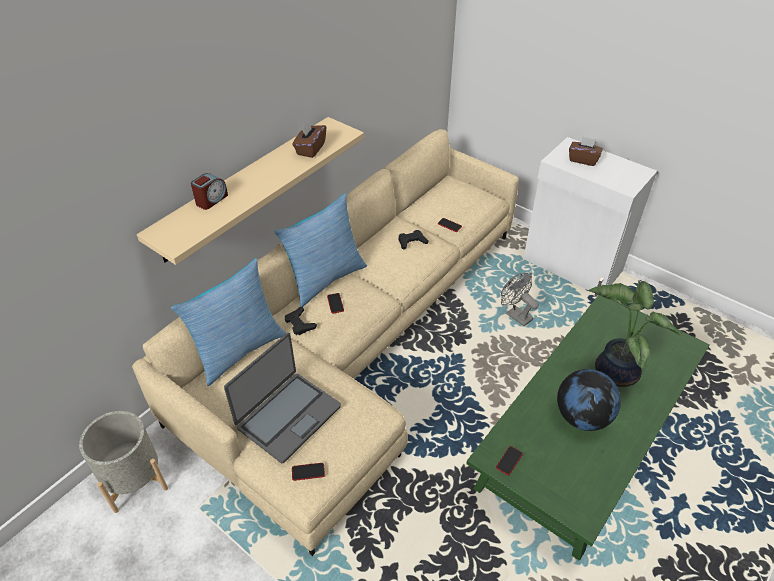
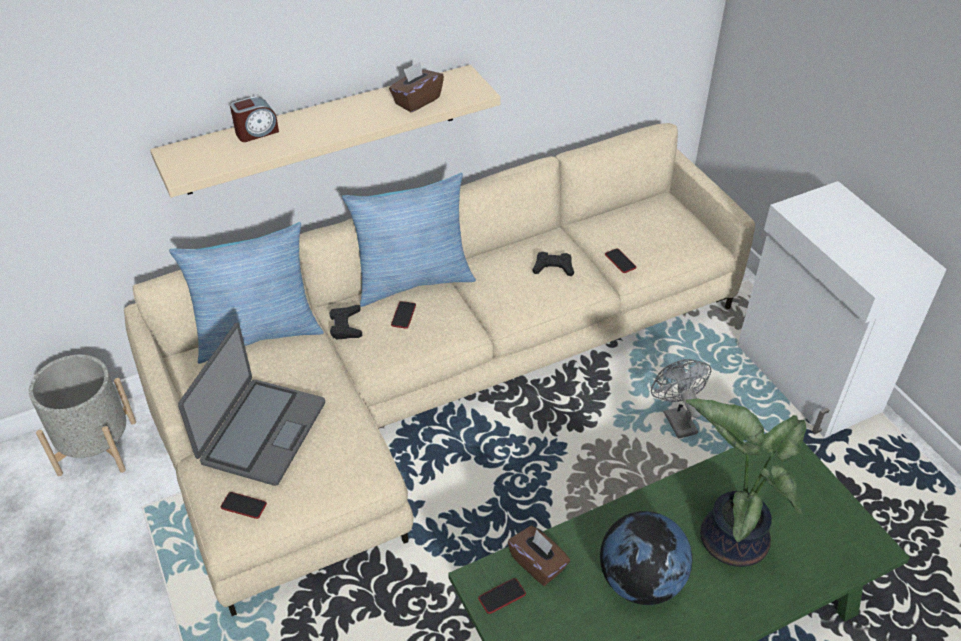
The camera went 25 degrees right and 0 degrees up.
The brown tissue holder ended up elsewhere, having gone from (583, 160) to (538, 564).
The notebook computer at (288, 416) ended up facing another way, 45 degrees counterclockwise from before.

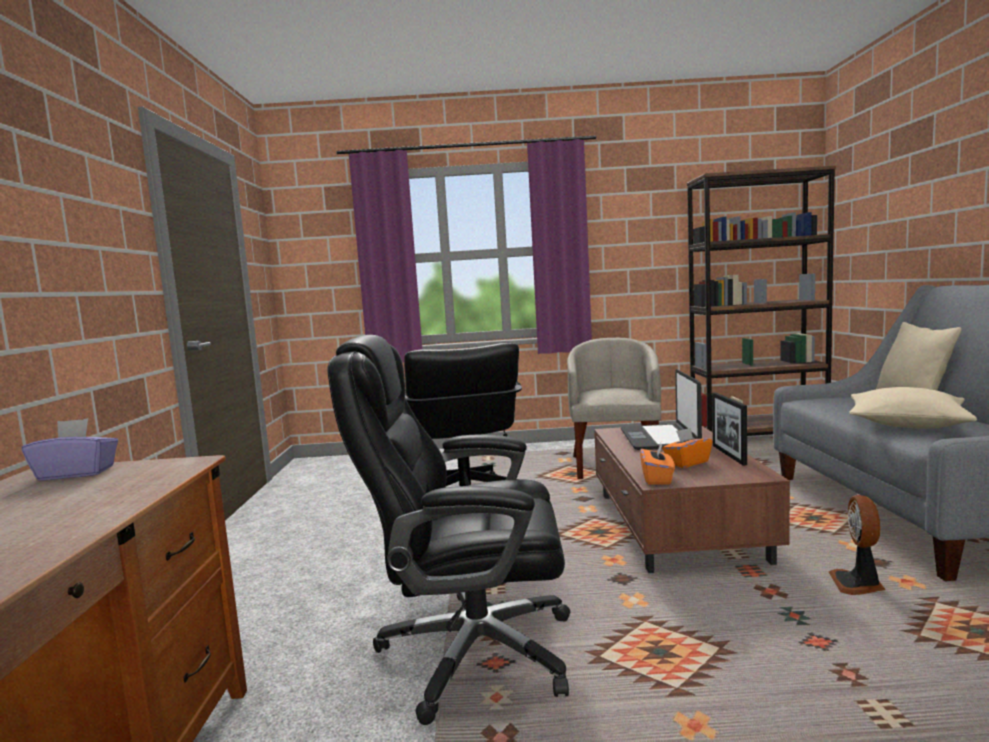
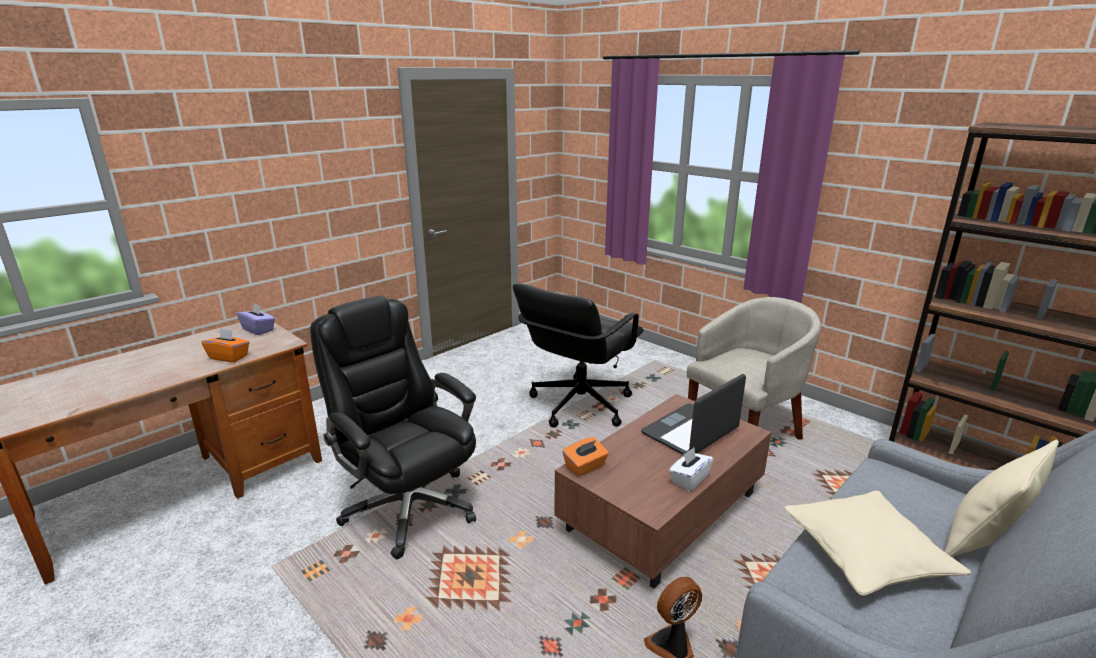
The camera went 45 degrees right and 15 degrees up.
The orange tissue holder ended up elsewhere, having gone from (687, 462) to (229, 357).
Where the photo frame stood at (729, 455), the white-coloured tissue holder came to stand at (689, 479).

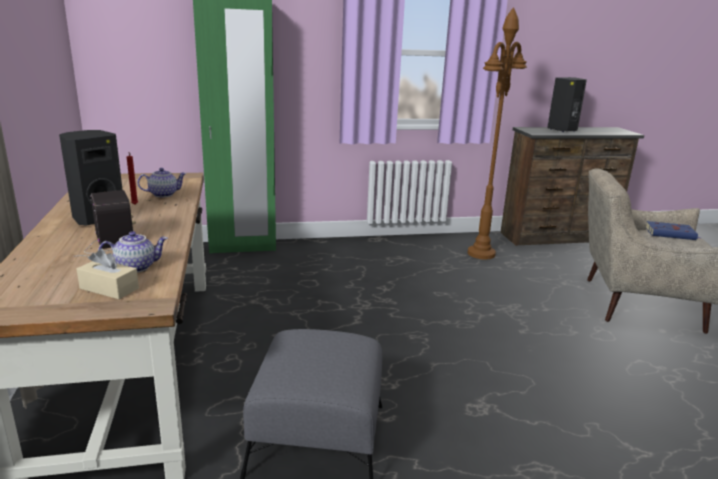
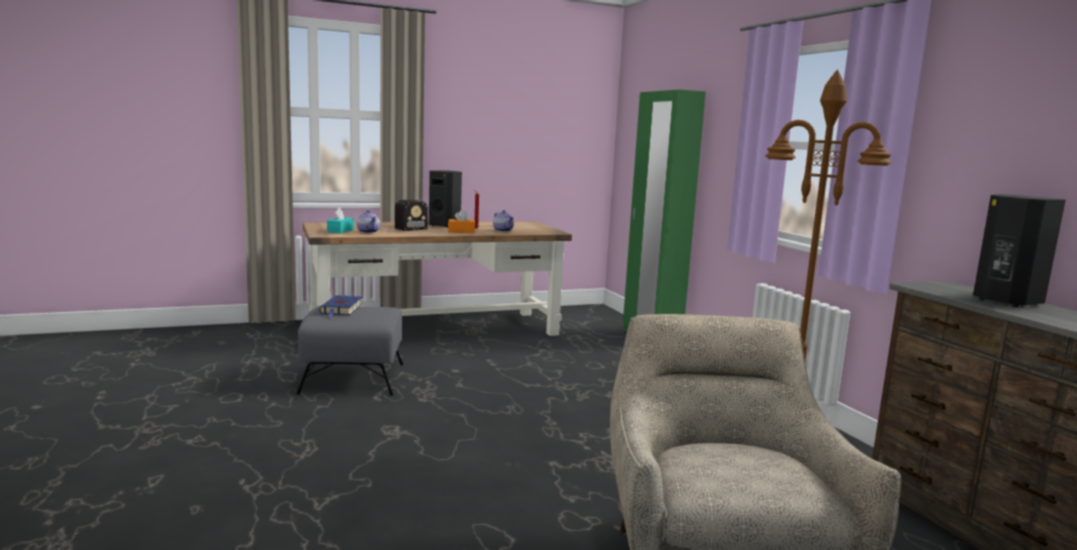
The camera went 80 degrees right and 10 degrees down.
The second view gained the orange tissue holder at (461, 231).
The blue-coloured book ended up elsewhere, having gone from (671, 234) to (341, 309).
What was the sand-coloured tissue holder at (109, 288) turned into the turquoise-coloured tissue holder at (340, 231).

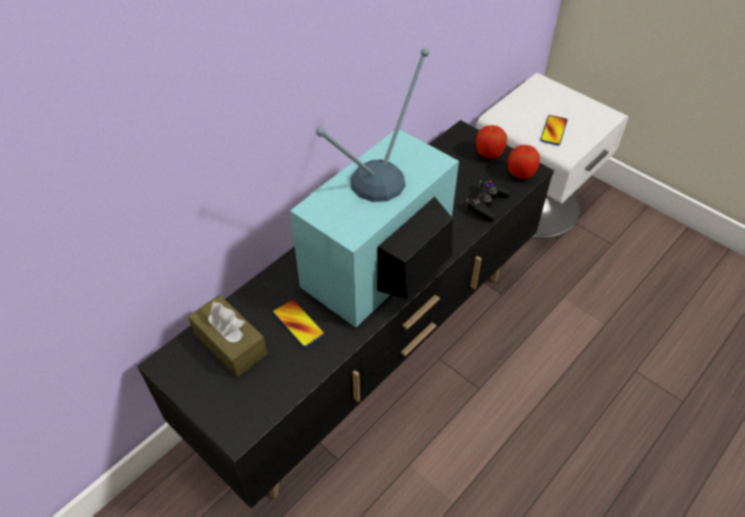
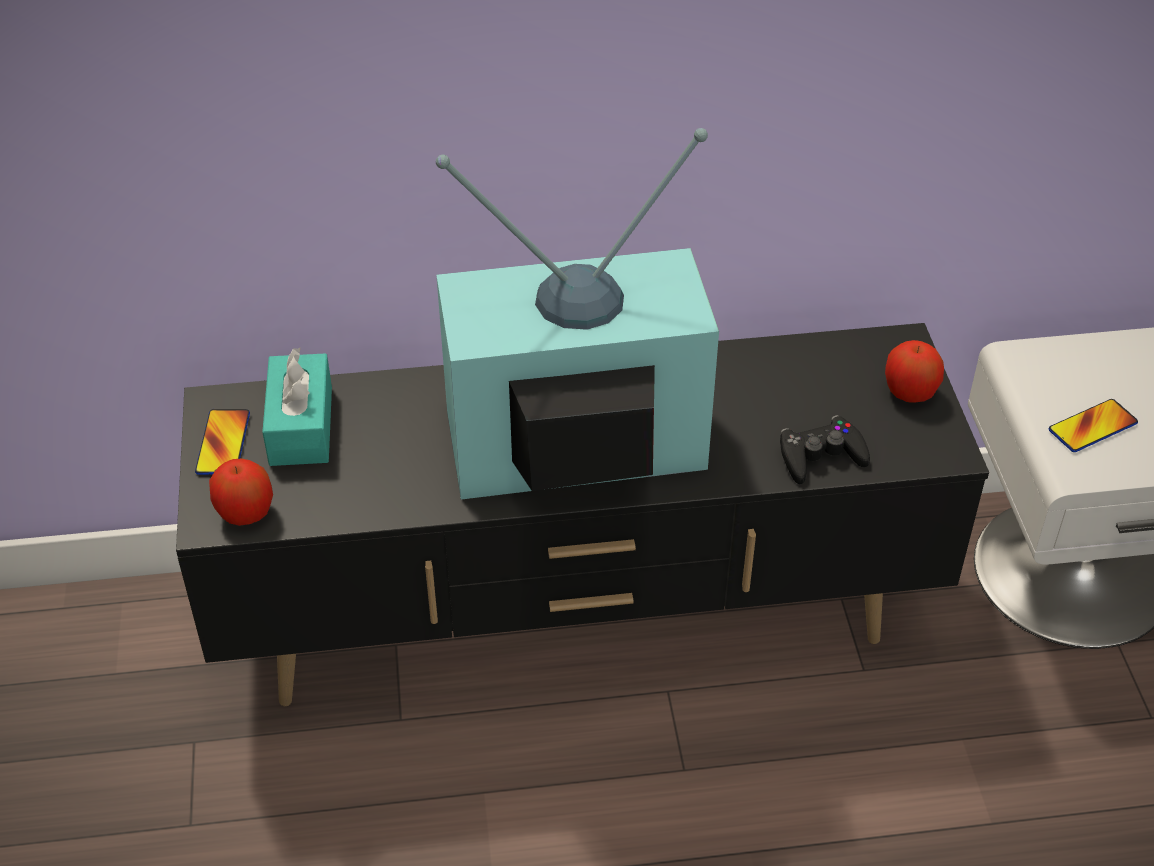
The camera went 40 degrees right and 5 degrees down.
The handset ended up elsewhere, having gone from (298, 323) to (223, 443).
The apple ended up elsewhere, having gone from (520, 174) to (245, 513).
What was the brown tissue holder at (230, 344) turned into the turquoise-coloured tissue holder at (301, 426).

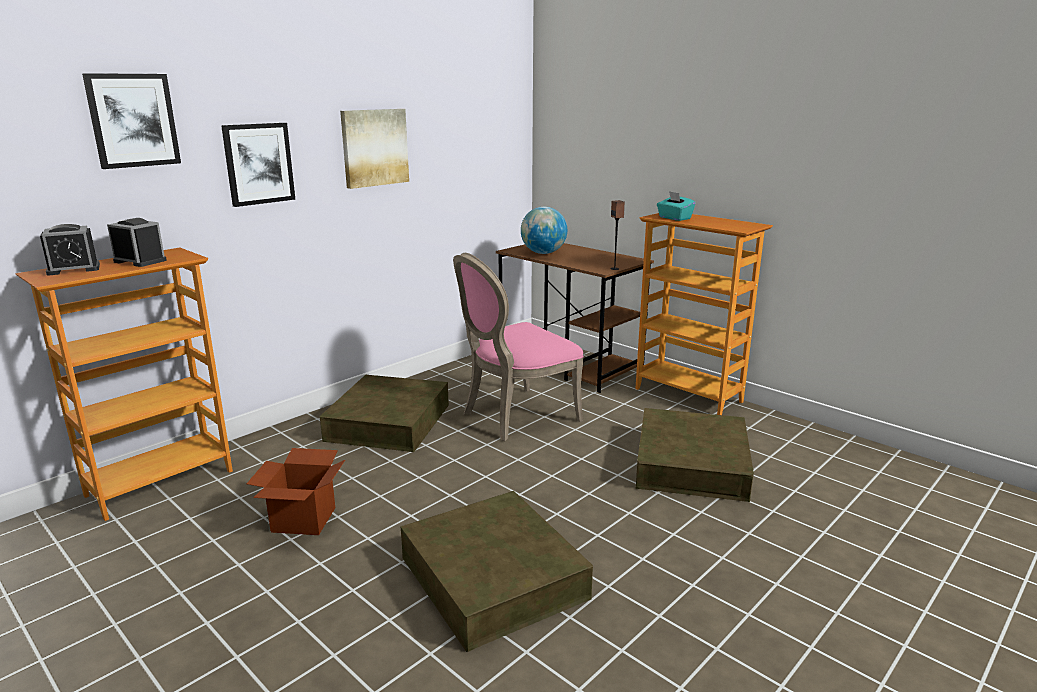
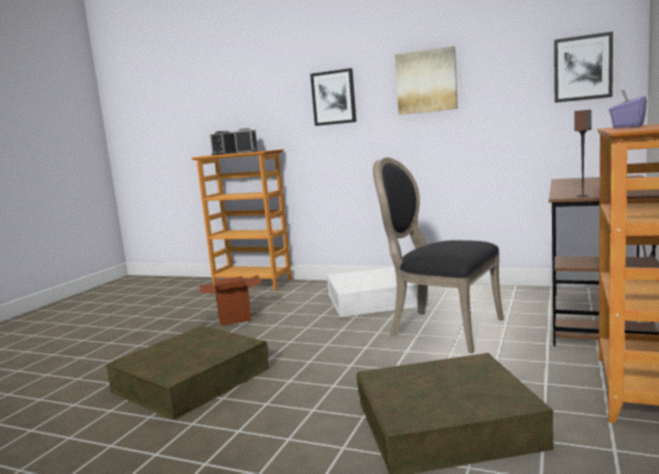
The camera went 70 degrees right and 10 degrees down.
The second view lost the globe at (543, 253).
The wall art ended up elsewhere, having gone from (133, 120) to (582, 68).
What was the brown storage bin at (388, 422) turned into the white-coloured storage bin at (375, 299).
What was the pink-coloured plain chair at (515, 416) turned into the blackish plain chair at (441, 328).
What was the turquoise-coloured tissue holder at (674, 218) turned into the purple-coloured tissue holder at (627, 127).

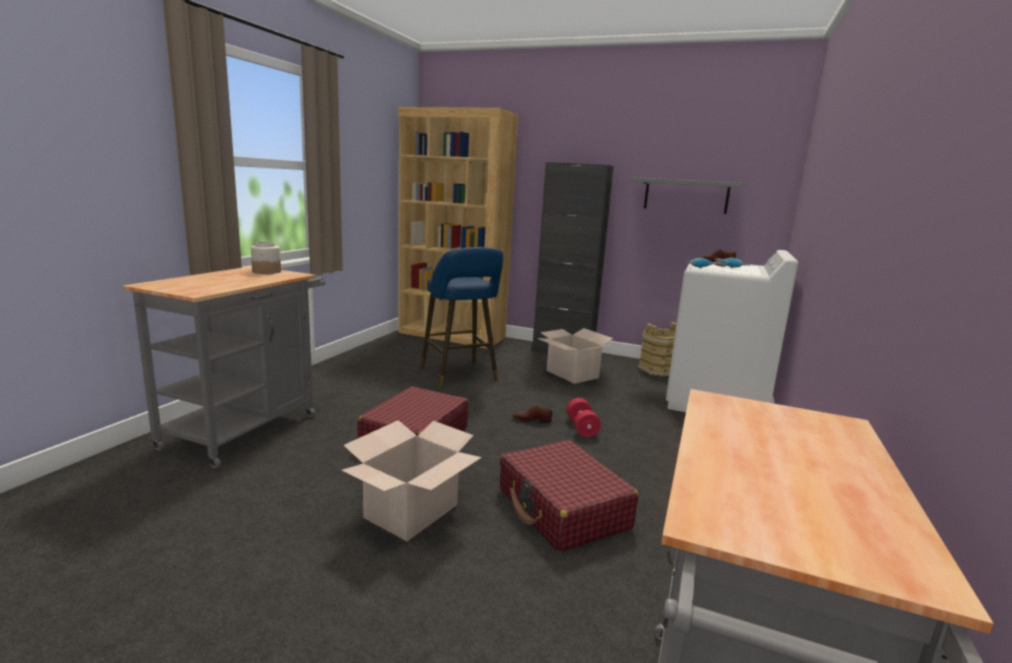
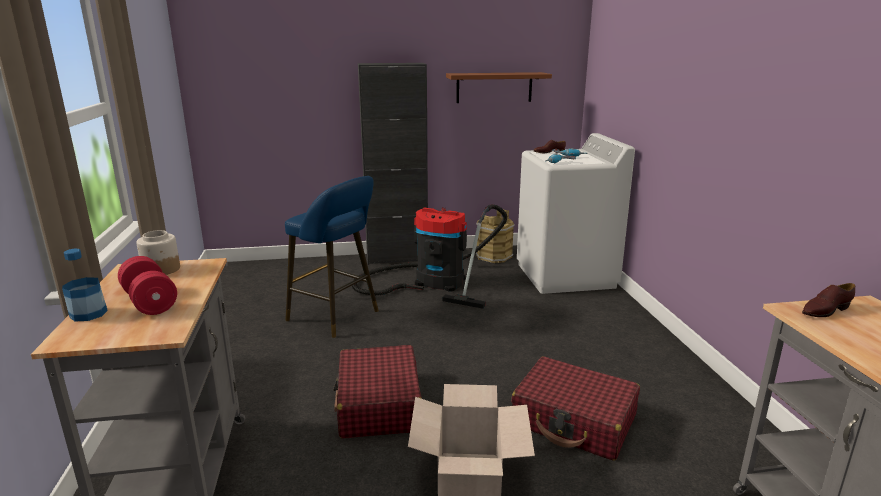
The camera went 30 degrees left and 5 degrees up.
The second view lost the brown bookcase at (452, 335).
The second view gained the beverage bottle at (88, 314).
The brown item of footwear ended up elsewhere, having gone from (532, 420) to (825, 310).
The red free weight ended up elsewhere, having gone from (582, 428) to (150, 302).
Where the cardboard box stood at (572, 374), the vacuum cleaner came to stand at (434, 282).
What was the greyish wall shelf at (686, 195) turned into the brown wall shelf at (494, 87).

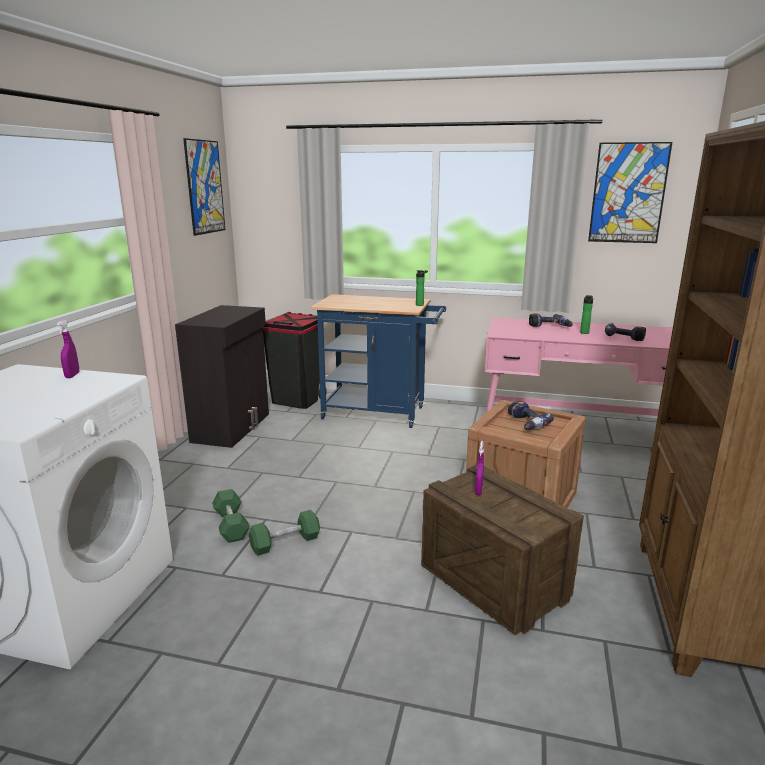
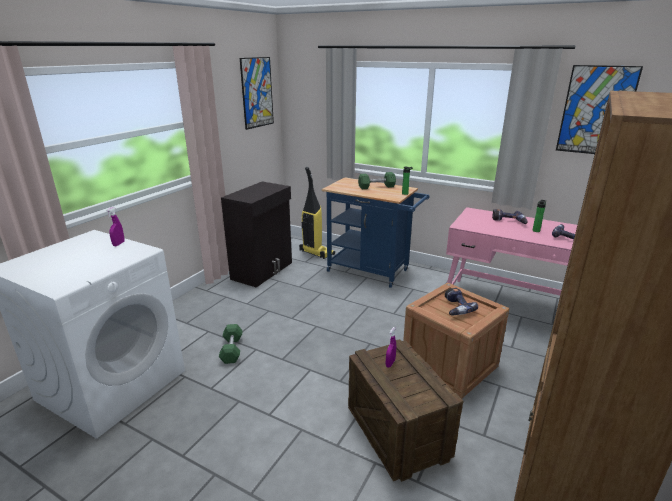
The camera went 15 degrees right and 5 degrees up.
The green-coloured free weight ended up elsewhere, having gone from (285, 542) to (376, 187).
Where the blackish waste bin stood at (297, 400), the vacuum cleaner came to stand at (316, 253).

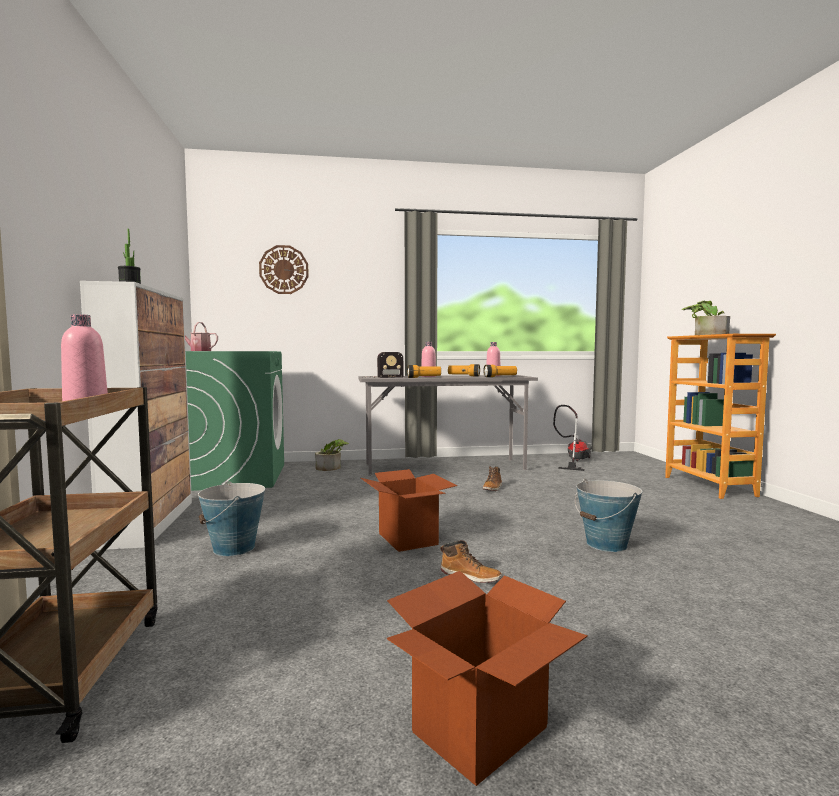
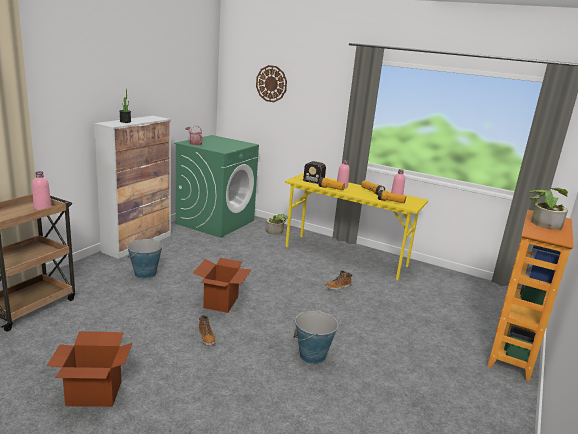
The camera went 35 degrees right and 15 degrees up.
The second view lost the vacuum cleaner at (574, 461).
What was the greyish desk table at (445, 467) turned into the yellow-coloured desk table at (346, 256).

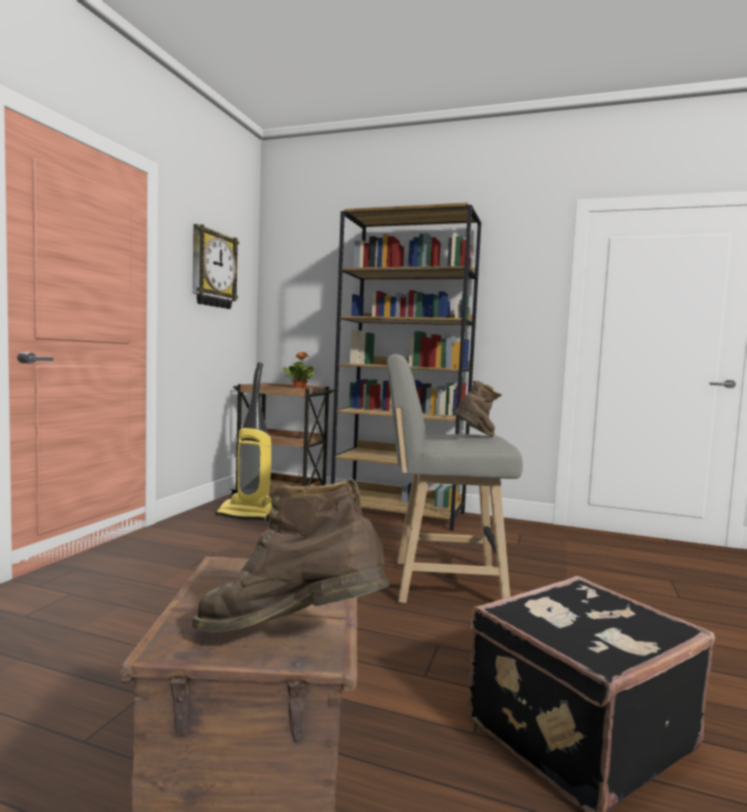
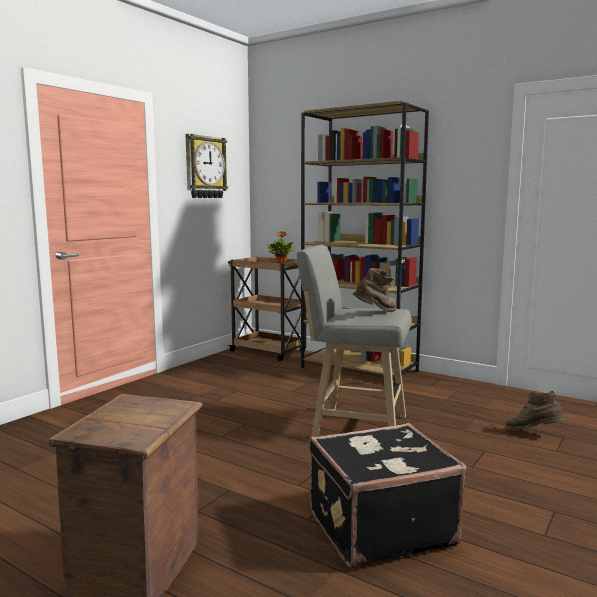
The camera went 15 degrees right and 5 degrees up.
The second view lost the vacuum cleaner at (249, 514).
The brown tall boot ended up elsewhere, having gone from (291, 639) to (533, 433).

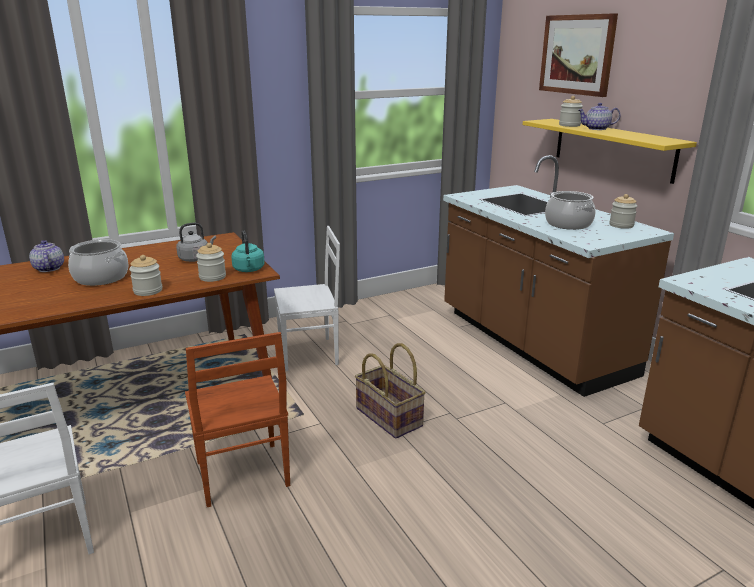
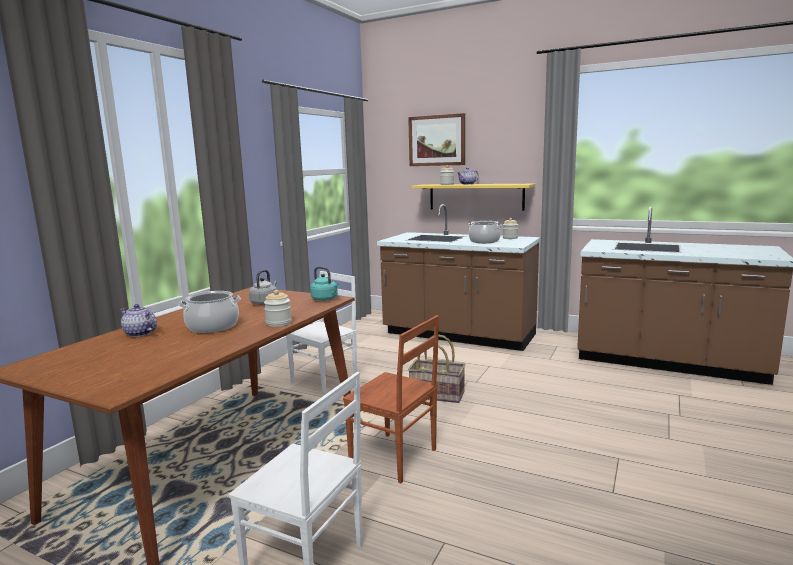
The camera went 35 degrees left and 10 degrees down.
The second view lost the preserve jar at (212, 277).

